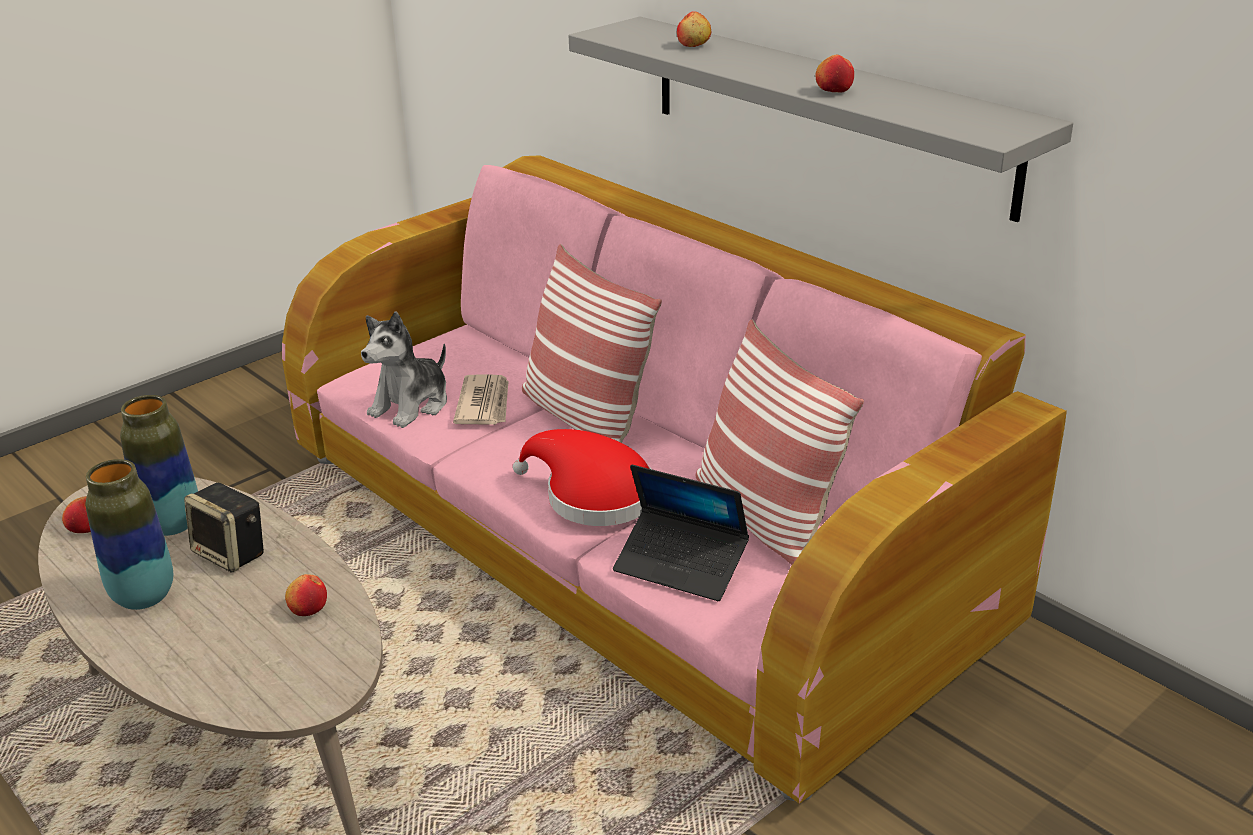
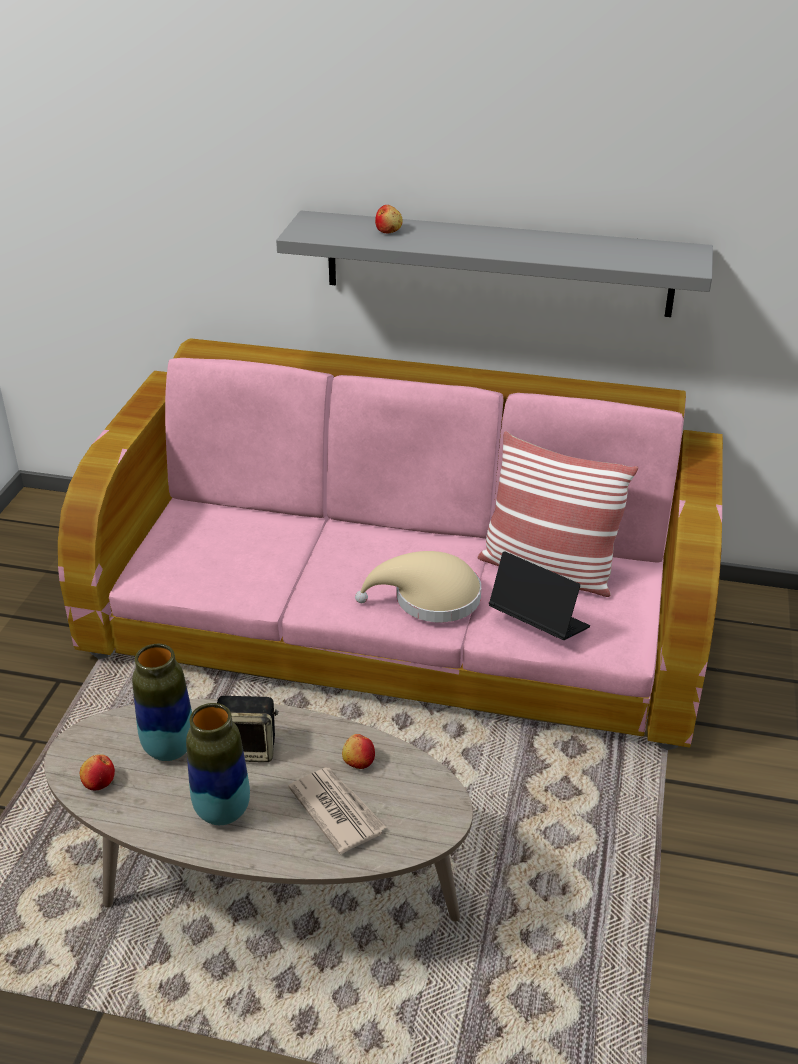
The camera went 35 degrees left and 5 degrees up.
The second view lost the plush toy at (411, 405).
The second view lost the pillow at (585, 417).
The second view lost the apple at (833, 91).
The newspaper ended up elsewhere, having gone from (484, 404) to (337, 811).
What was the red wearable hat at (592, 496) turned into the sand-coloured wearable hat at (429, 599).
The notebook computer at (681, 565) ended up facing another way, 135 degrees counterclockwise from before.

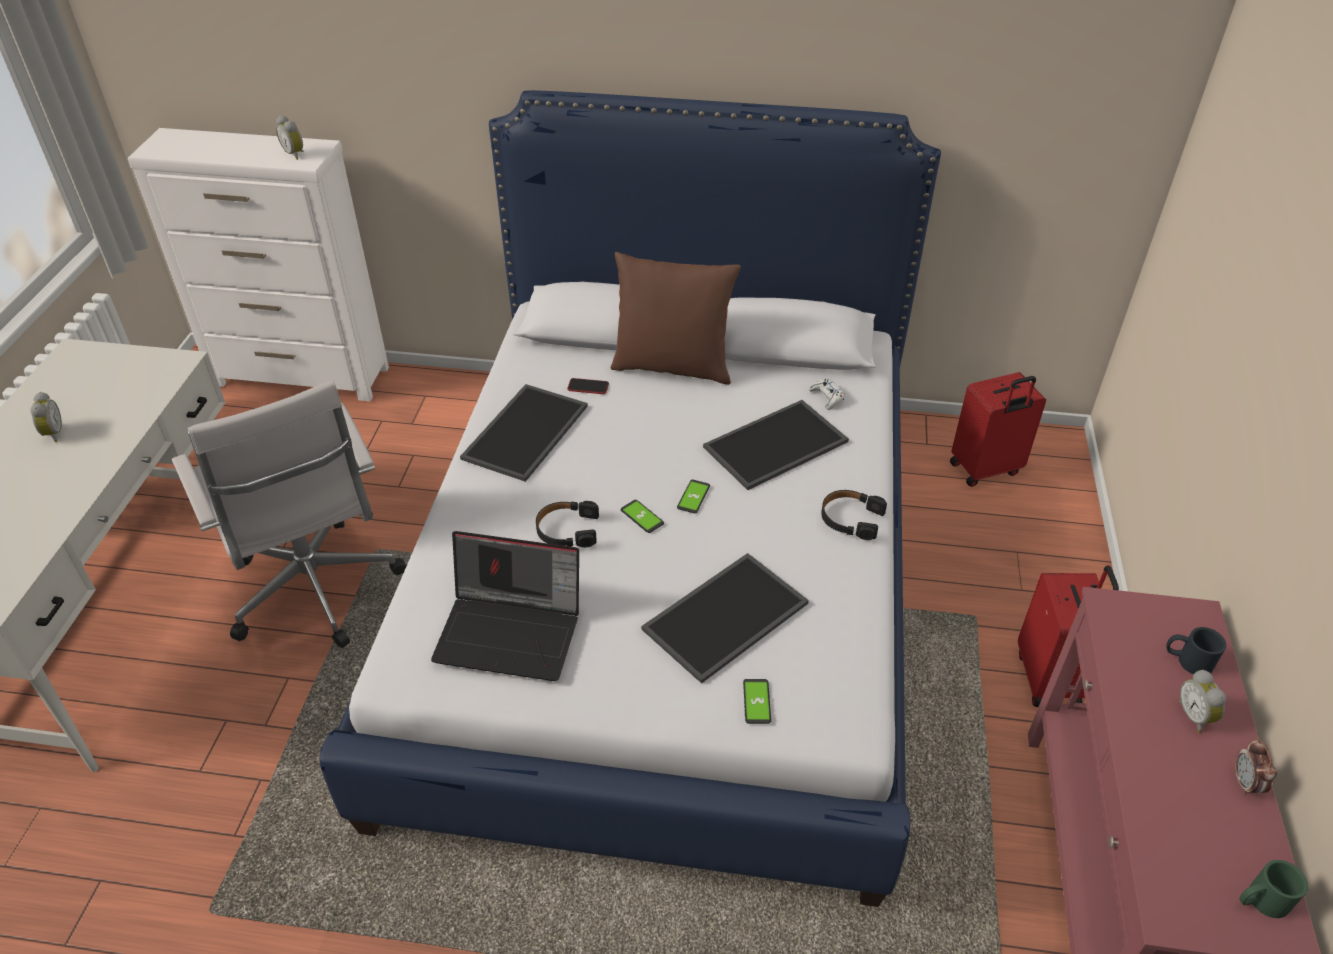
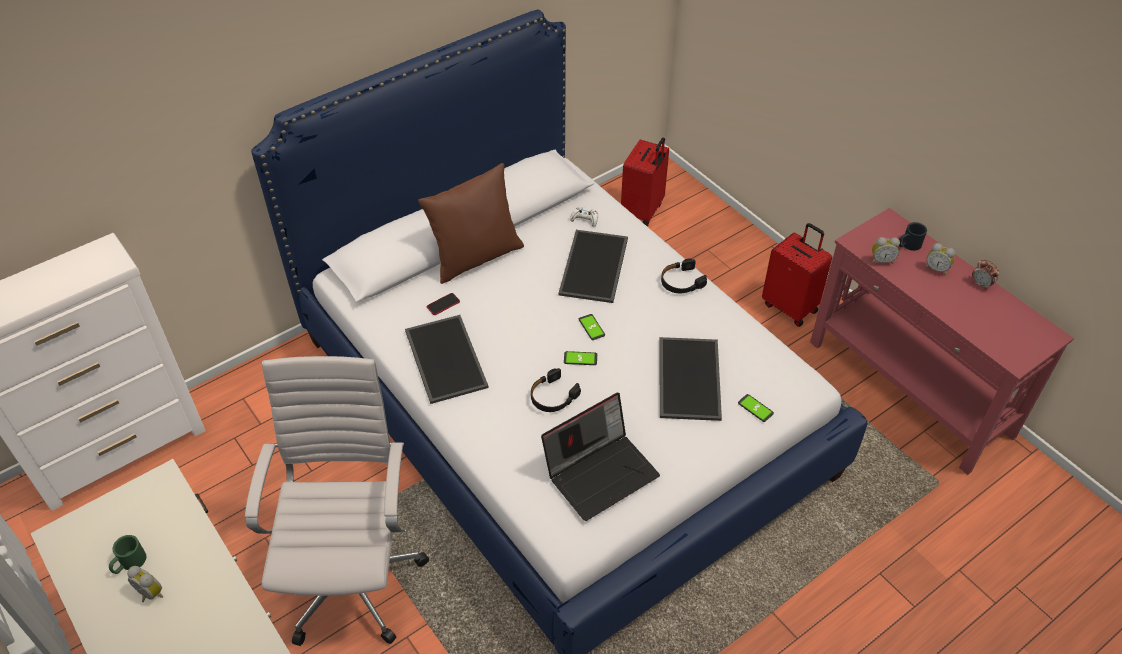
The camera went 45 degrees left and 5 degrees up.
The bedside clock ended up elsewhere, having gone from (295, 154) to (881, 260).
The green-coloured tea mug ended up elsewhere, having gone from (1260, 901) to (129, 563).
The white-coloured computer chair at (317, 593) ended up facing another way, 105 degrees counterclockwise from before.

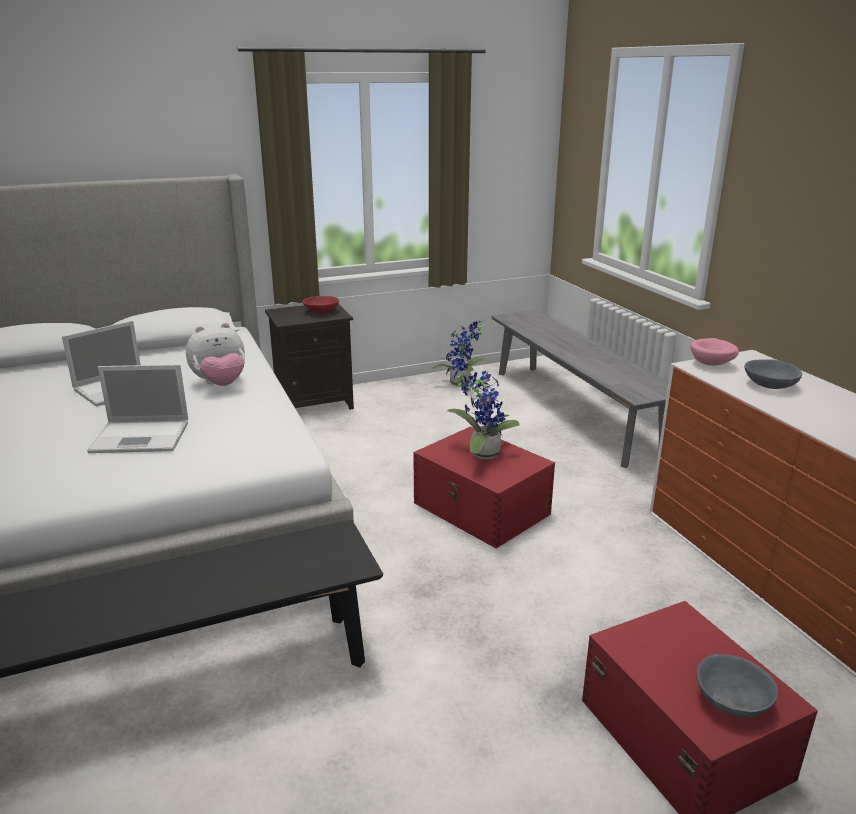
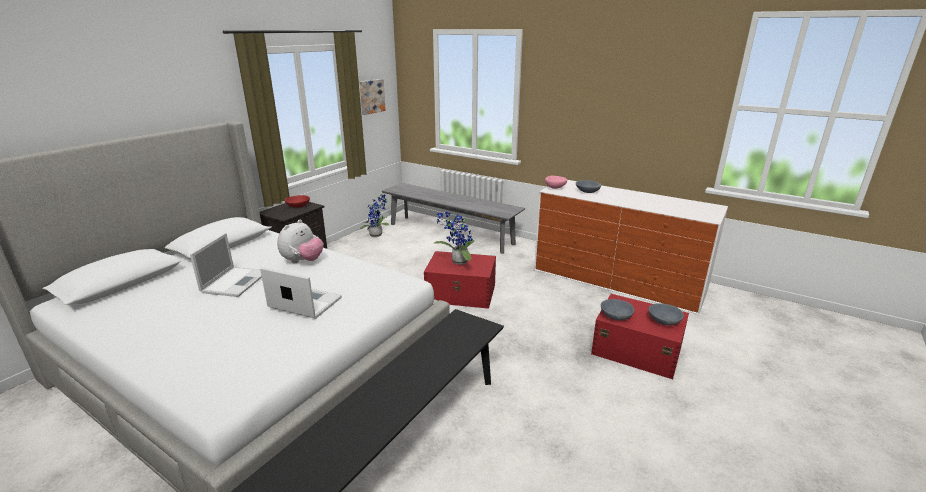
The camera went 35 degrees left and 0 degrees up.
The second view gained the wall art at (371, 96).
The second view gained the greyish deep dish at (616, 316).
The notebook computer at (142, 437) ended up facing another way, 120 degrees counterclockwise from before.

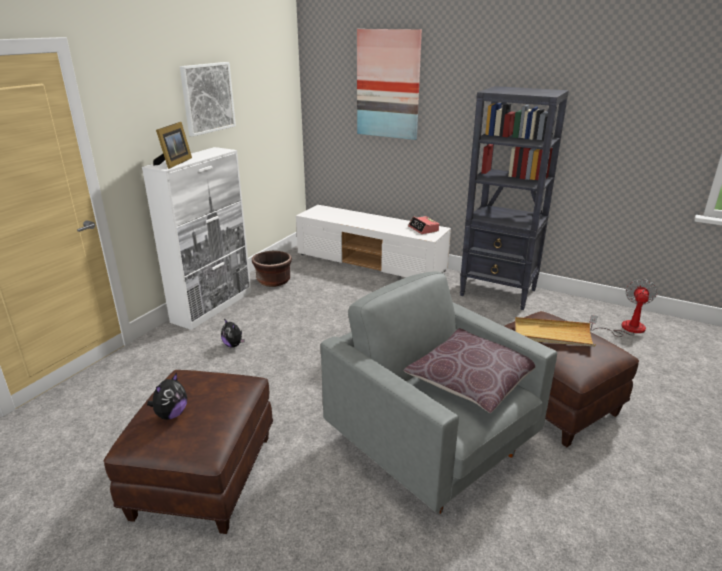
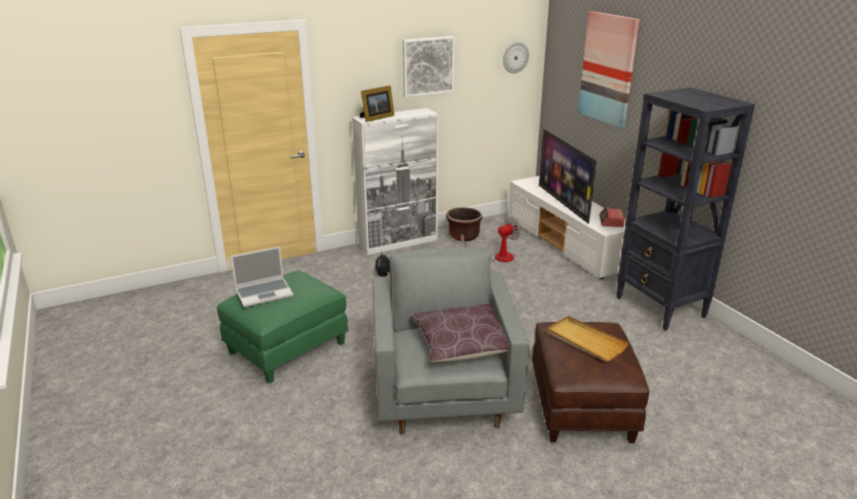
The camera went 35 degrees right and 0 degrees up.
The second view gained the clock on the wall at (515, 57).
The second view gained the television at (563, 203).
The fan ended up elsewhere, having gone from (625, 328) to (497, 256).
Where the plush toy stood at (171, 414), the notebook computer came to stand at (264, 293).
What was the brown footrest at (203, 474) turned into the green-coloured footrest at (287, 347).

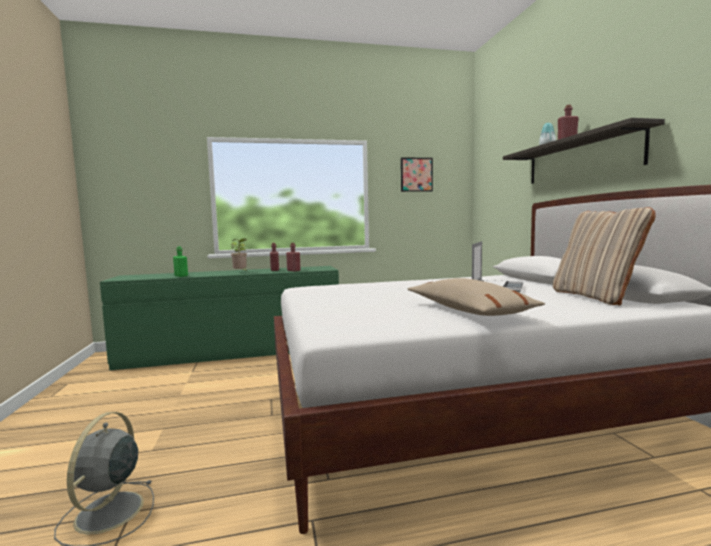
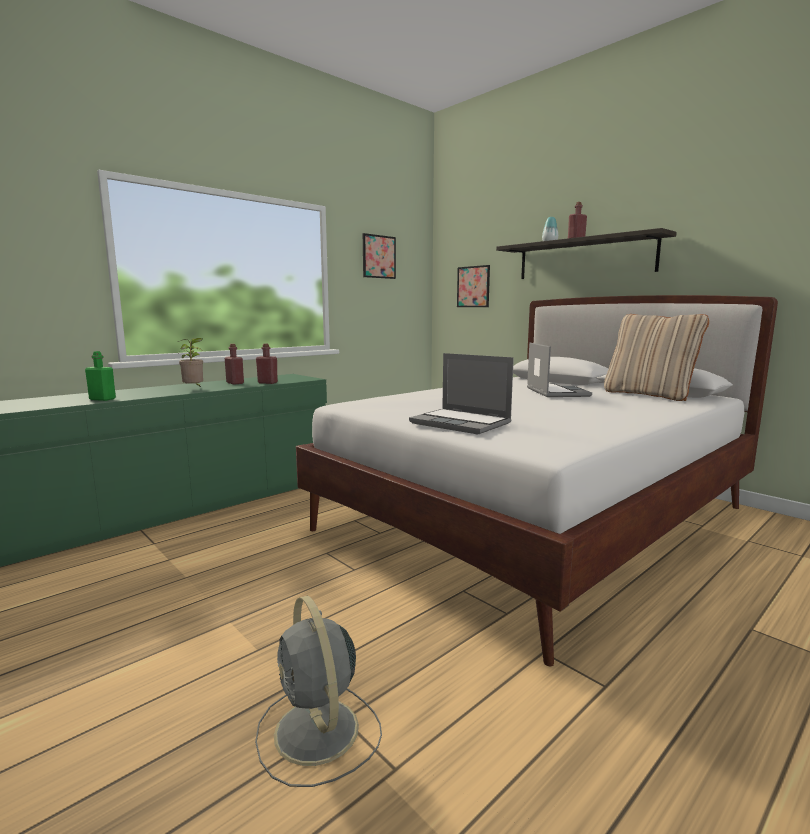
The camera went 30 degrees left and 5 degrees up.
The second view lost the sand-coloured pillow at (467, 311).
The second view gained the notebook computer at (462, 423).
The second view gained the wall art at (473, 286).

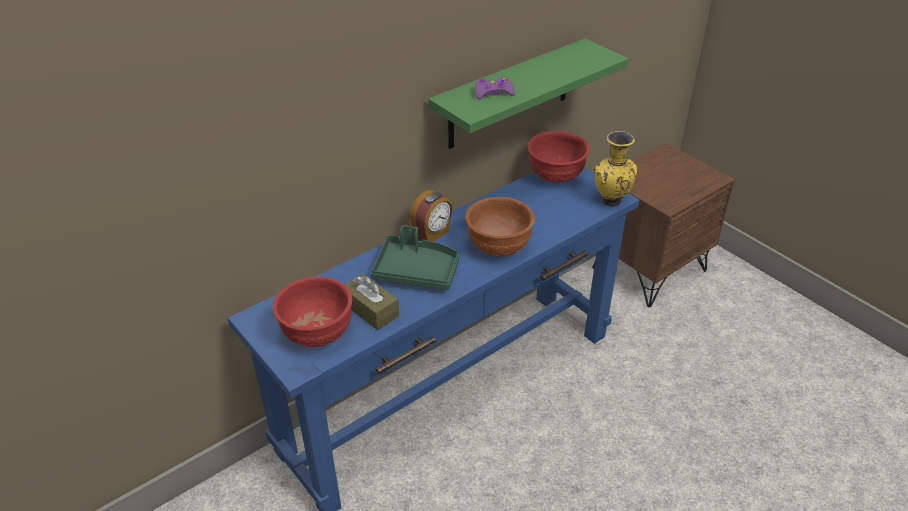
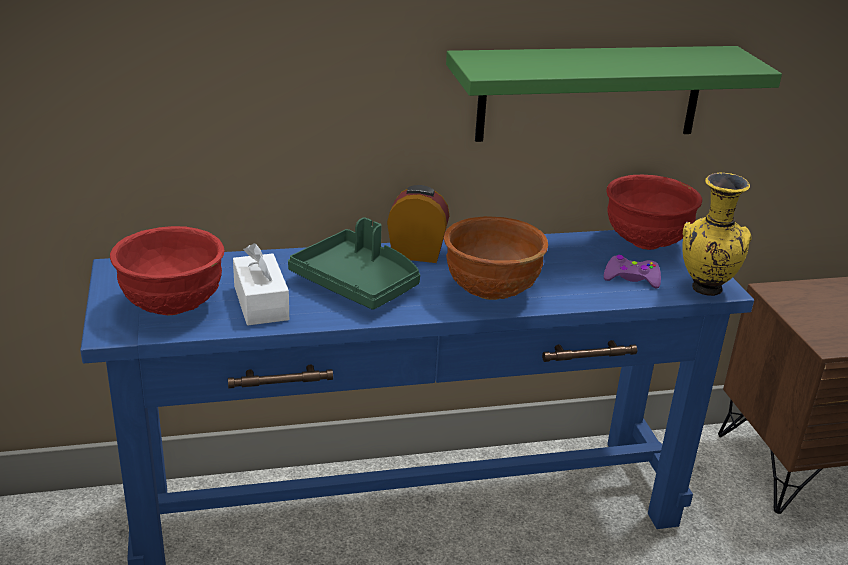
The camera went 25 degrees right and 10 degrees down.
The purple-coloured game controller ended up elsewhere, having gone from (493, 93) to (631, 278).
What was the brown tissue holder at (371, 310) turned into the white-coloured tissue holder at (261, 303).
The bedside clock at (432, 234) ended up facing another way, 150 degrees counterclockwise from before.

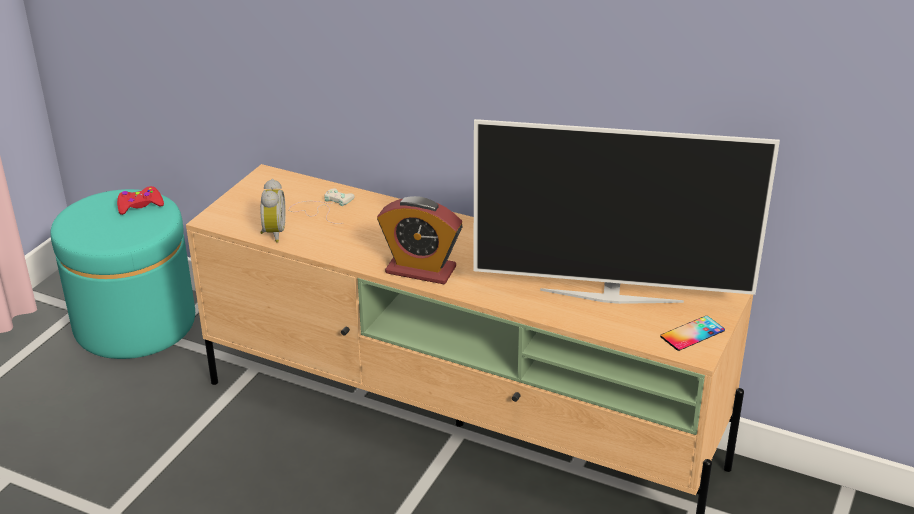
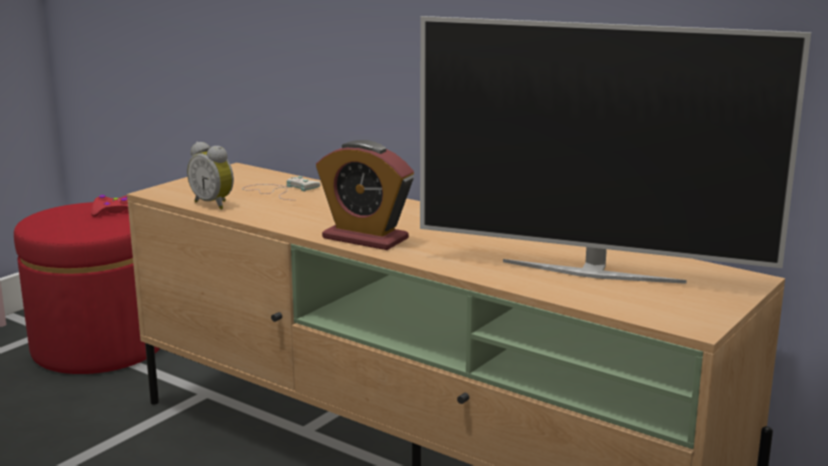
The camera went 10 degrees right and 15 degrees down.
The second view lost the handset at (692, 333).
What was the turquoise-coloured footrest at (135, 323) turned into the red footrest at (99, 347).
The bedside clock at (272, 233) ended up facing another way, 120 degrees clockwise from before.

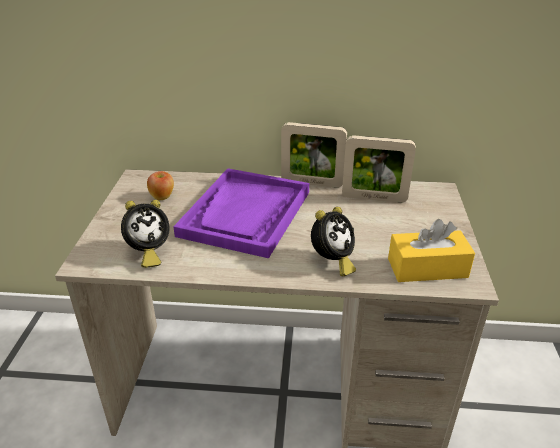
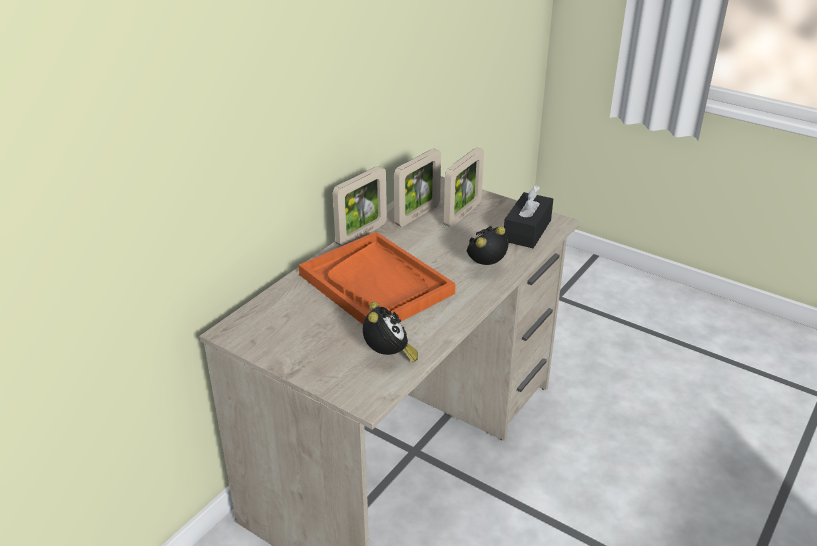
The camera went 60 degrees left and 0 degrees up.
The second view lost the apple at (162, 197).
The second view gained the photo frame at (462, 214).
What was the purple-coloured serving tray at (246, 214) turned into the orange serving tray at (376, 284).
What was the yellow-coloured tissue holder at (427, 268) turned into the blackish tissue holder at (527, 230).
The bedside clock at (332, 262) ended up facing another way, 105 degrees counterclockwise from before.

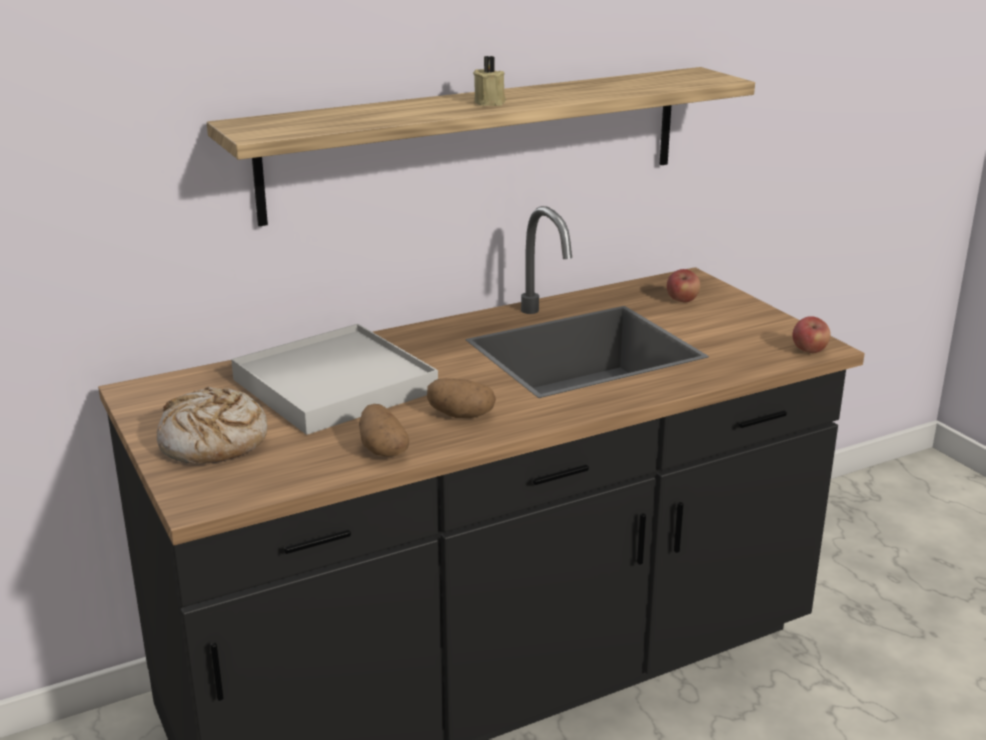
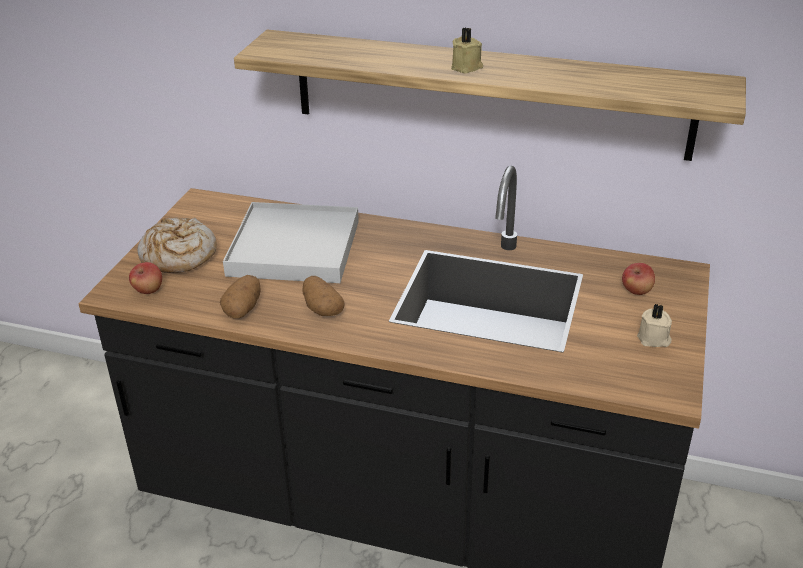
The camera went 45 degrees right and 10 degrees up.
The second view gained the sand-coloured candle at (654, 339).
The apple ended up elsewhere, having gone from (809, 351) to (148, 290).

